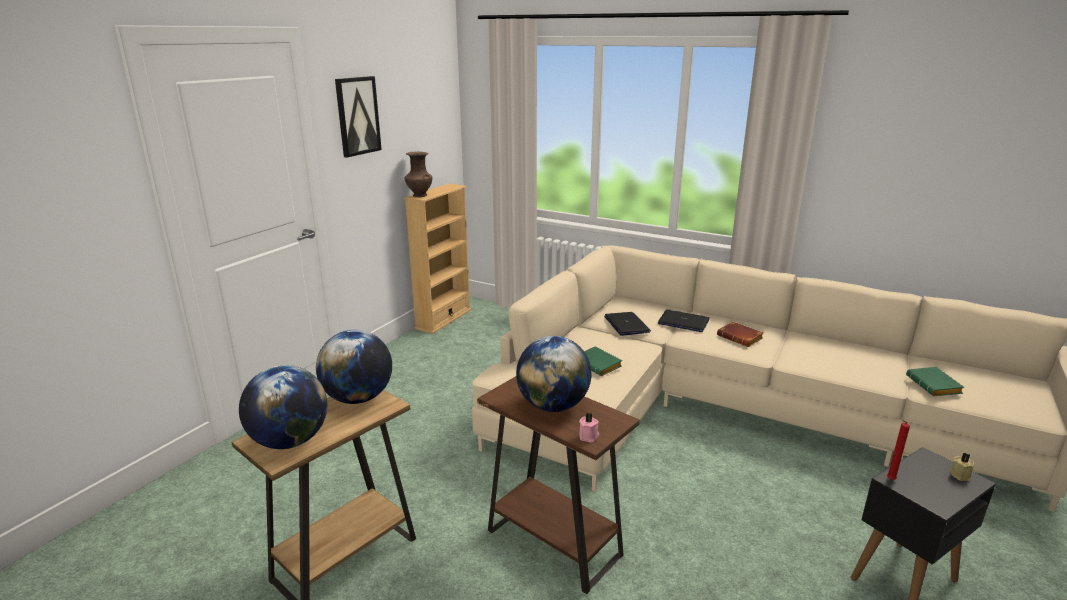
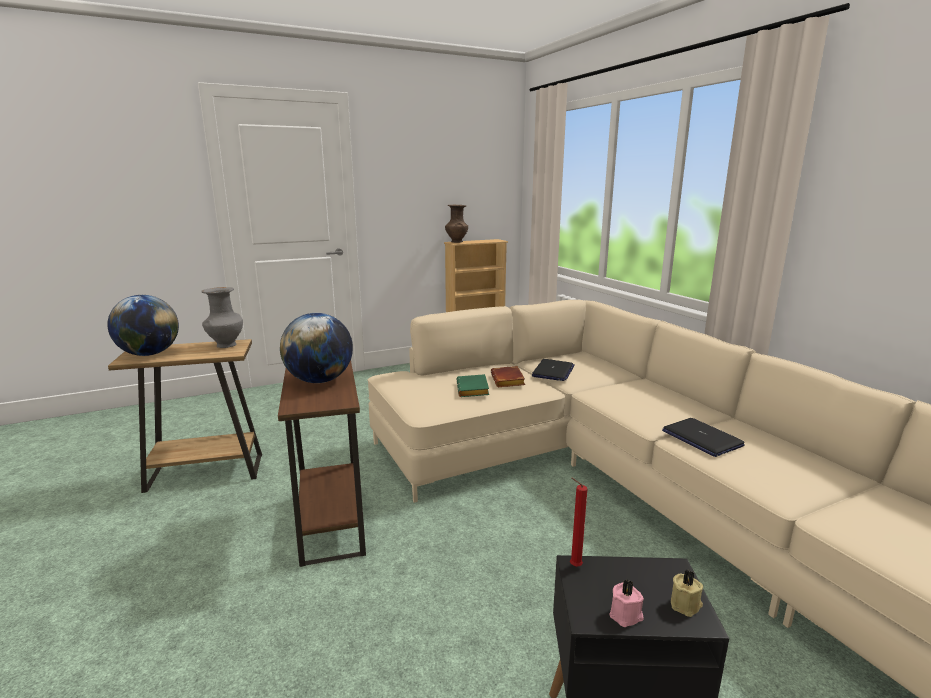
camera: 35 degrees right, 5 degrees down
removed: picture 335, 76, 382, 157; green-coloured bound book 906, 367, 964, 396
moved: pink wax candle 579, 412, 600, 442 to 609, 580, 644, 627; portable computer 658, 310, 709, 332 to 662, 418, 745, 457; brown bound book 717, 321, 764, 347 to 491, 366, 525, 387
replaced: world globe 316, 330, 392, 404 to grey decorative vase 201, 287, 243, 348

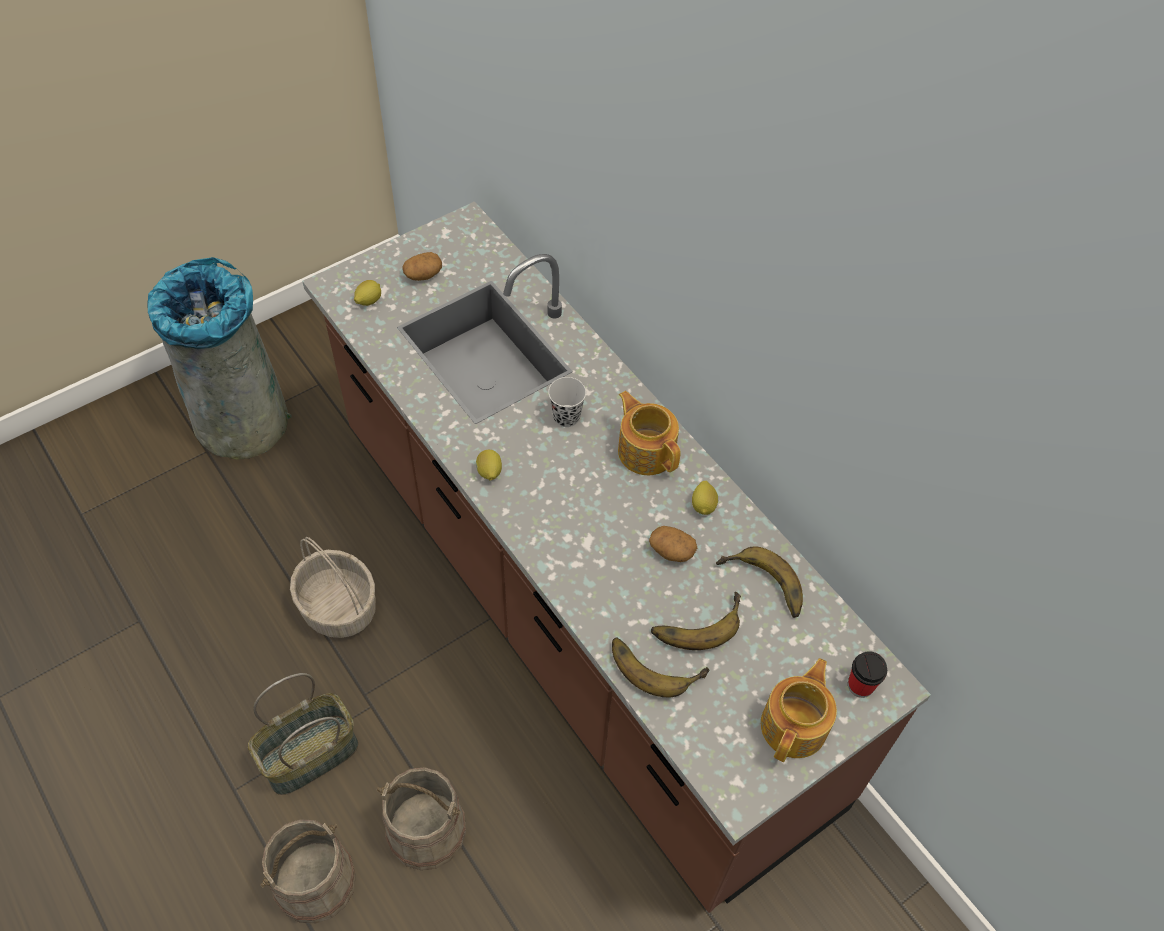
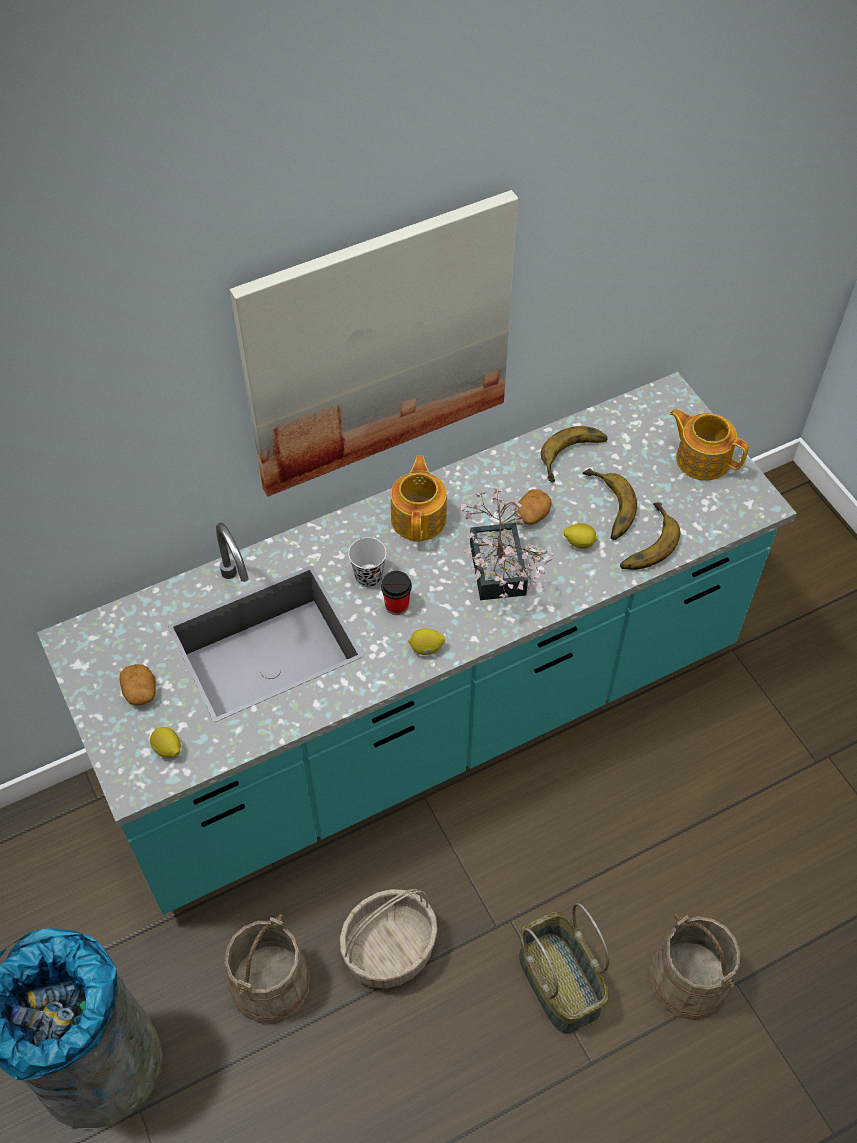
camera: 80 degrees left, 0 degrees up
added: picture 230, 190, 518, 497; plant in a pot 460, 486, 553, 600
moved: sand-coloured bucket 377, 767, 466, 870 to 225, 914, 310, 1024; lemon 692, 481, 718, 515 to 564, 523, 598, 549; cup 848, 651, 887, 698 to 381, 571, 412, 615
recoloured: brown counter 302, 201, 931, 913 to blue-green counter 37, 372, 797, 915
turned: tea pot 618, 391, 681, 475 = 391, 455, 447, 542 120 degrees clockwise

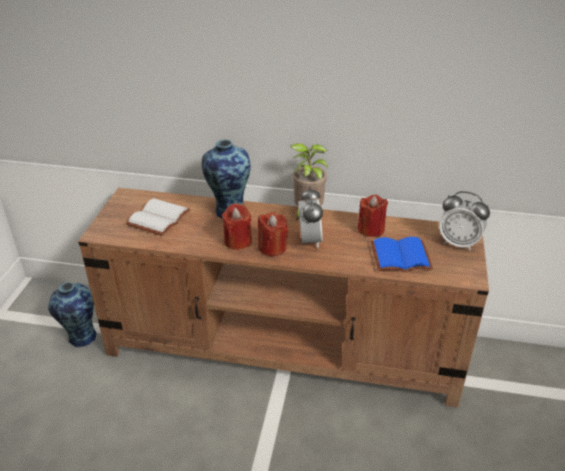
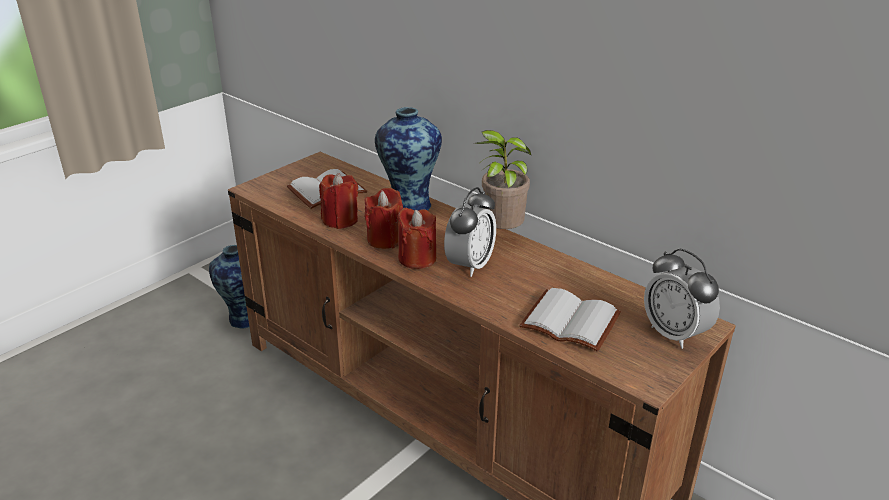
camera: 30 degrees right, 5 degrees down
moved: reddish wax candle 358, 194, 388, 237 to 319, 173, 358, 229
recoloured: blue-coloured bound book 371, 237, 433, 272 to whitish bound book 519, 288, 621, 352

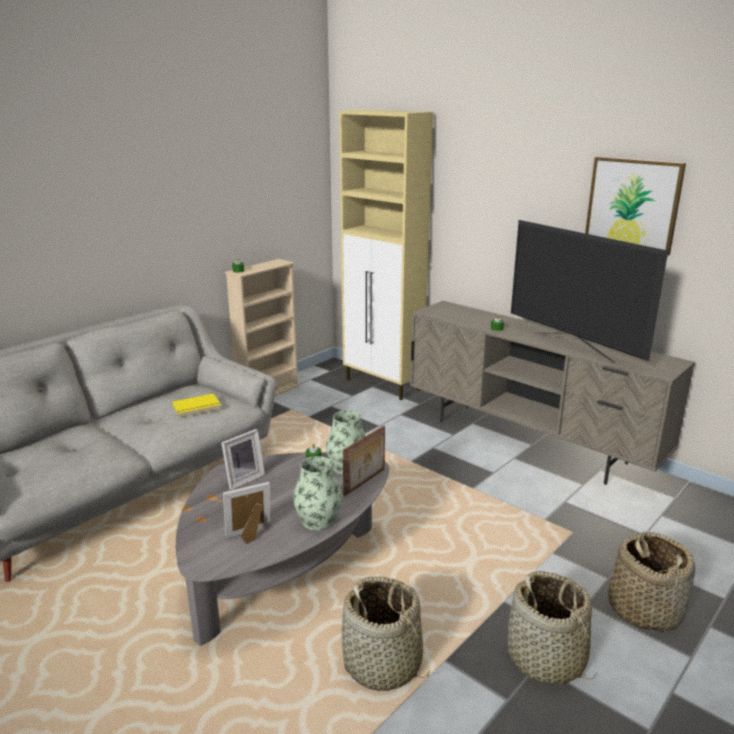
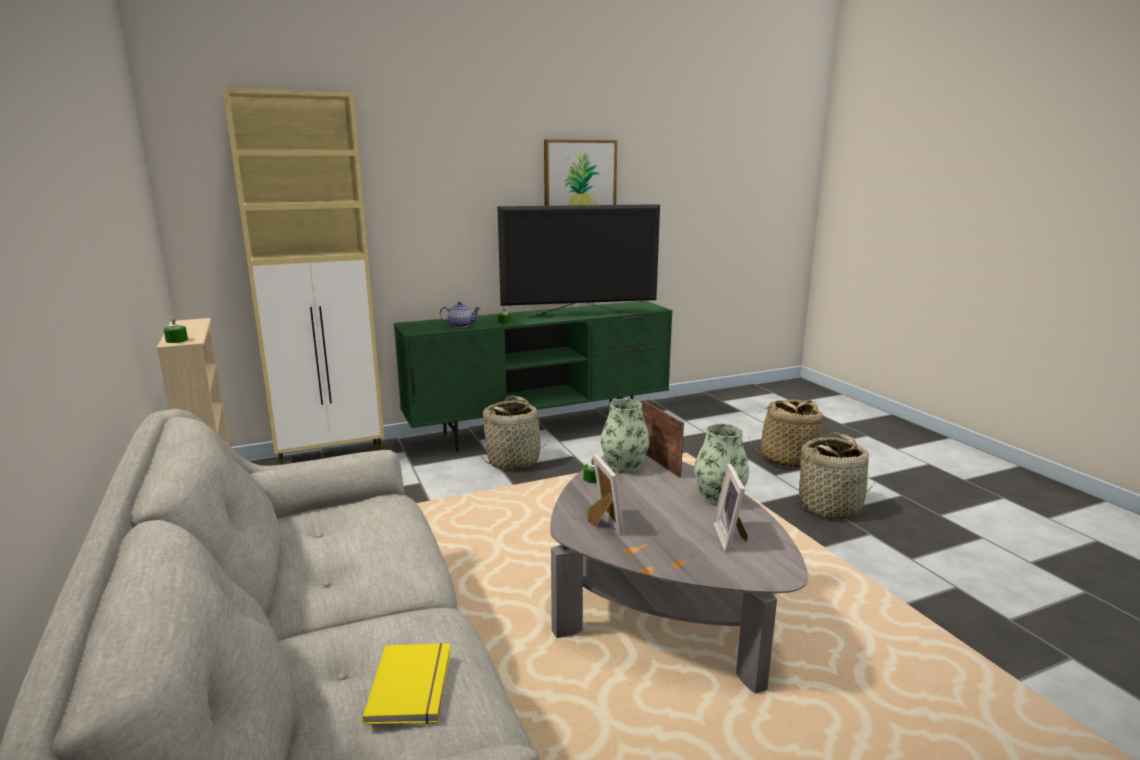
camera: 65 degrees left, 5 degrees down
added: tea pot 440, 302, 480, 328
moved: yellowish bound book 172, 394, 222, 417 to 362, 643, 451, 725; basket 342, 576, 430, 691 to 481, 395, 551, 470
recoloured: sand-coloured tv stand 410, 301, 695, 485 to green-coloured tv stand 393, 301, 673, 452

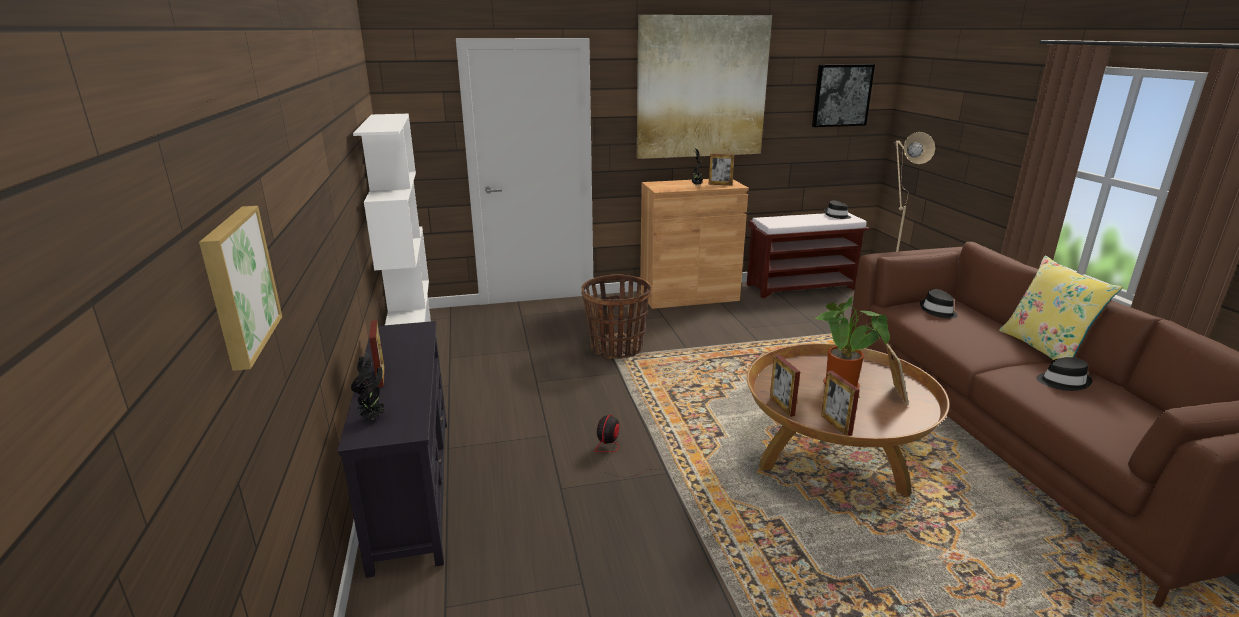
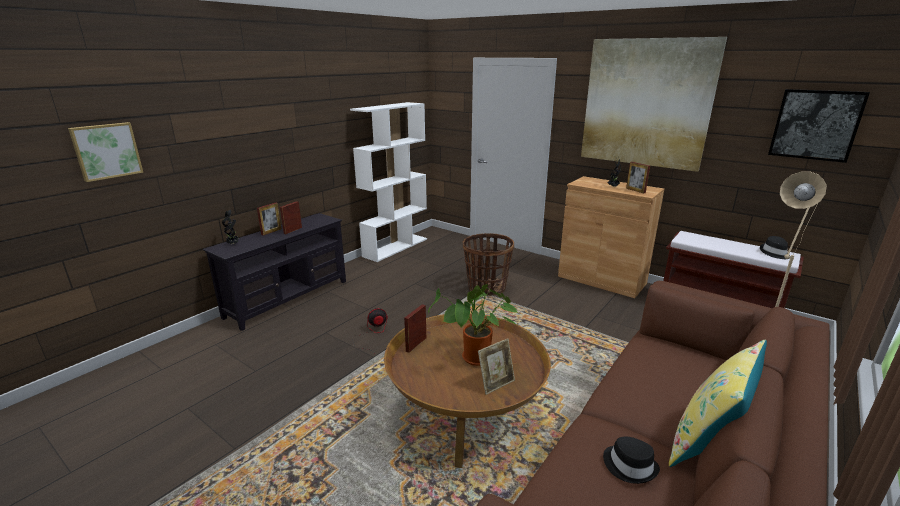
camera: 50 degrees right, 0 degrees up
removed: black clothing hat 920, 289, 958, 319
moved: photo frame 821, 371, 860, 436 to 280, 201, 302, 234

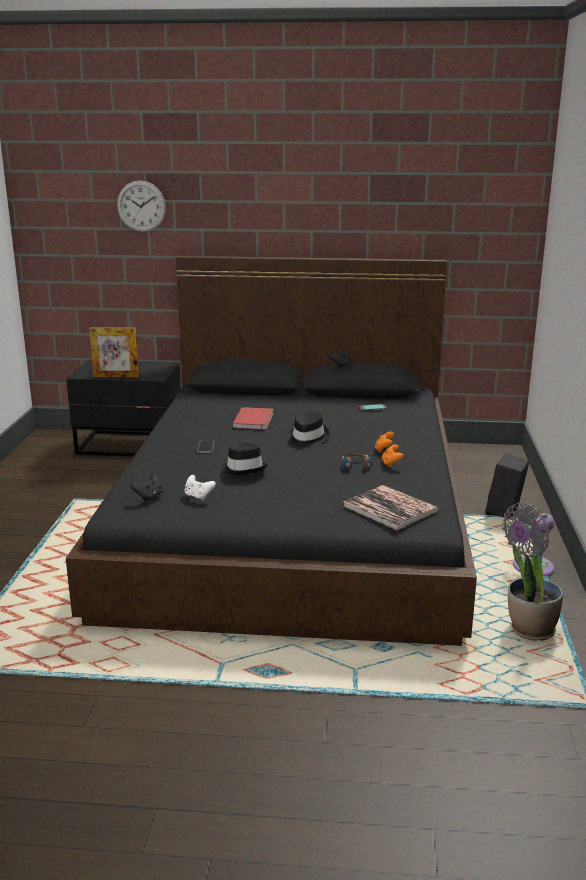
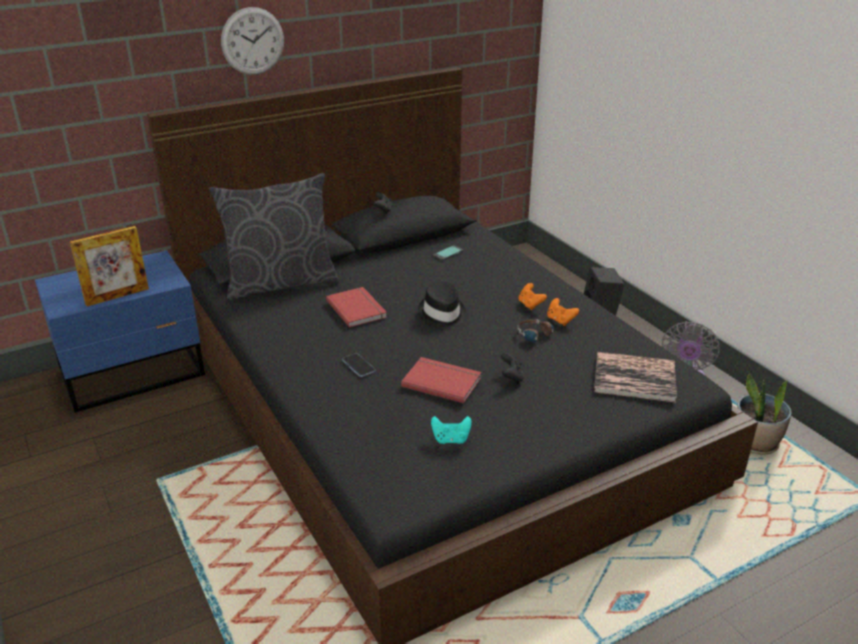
camera: 35 degrees left, 10 degrees up
added: grey throw pillow 209, 173, 339, 301
moved: clock on the wall 117, 180, 166, 232 to 221, 7, 284, 75; black joypad 131, 474, 163, 501 to 501, 353, 524, 384
replaced: black clothing hat 221, 443, 268, 475 to reddish bound book 401, 357, 482, 403
recoloured: black night table 66, 360, 181, 457 to blue-coloured night table 35, 250, 205, 413; whitish joypad 184, 475, 216, 501 to blue-green joypad 431, 416, 472, 444

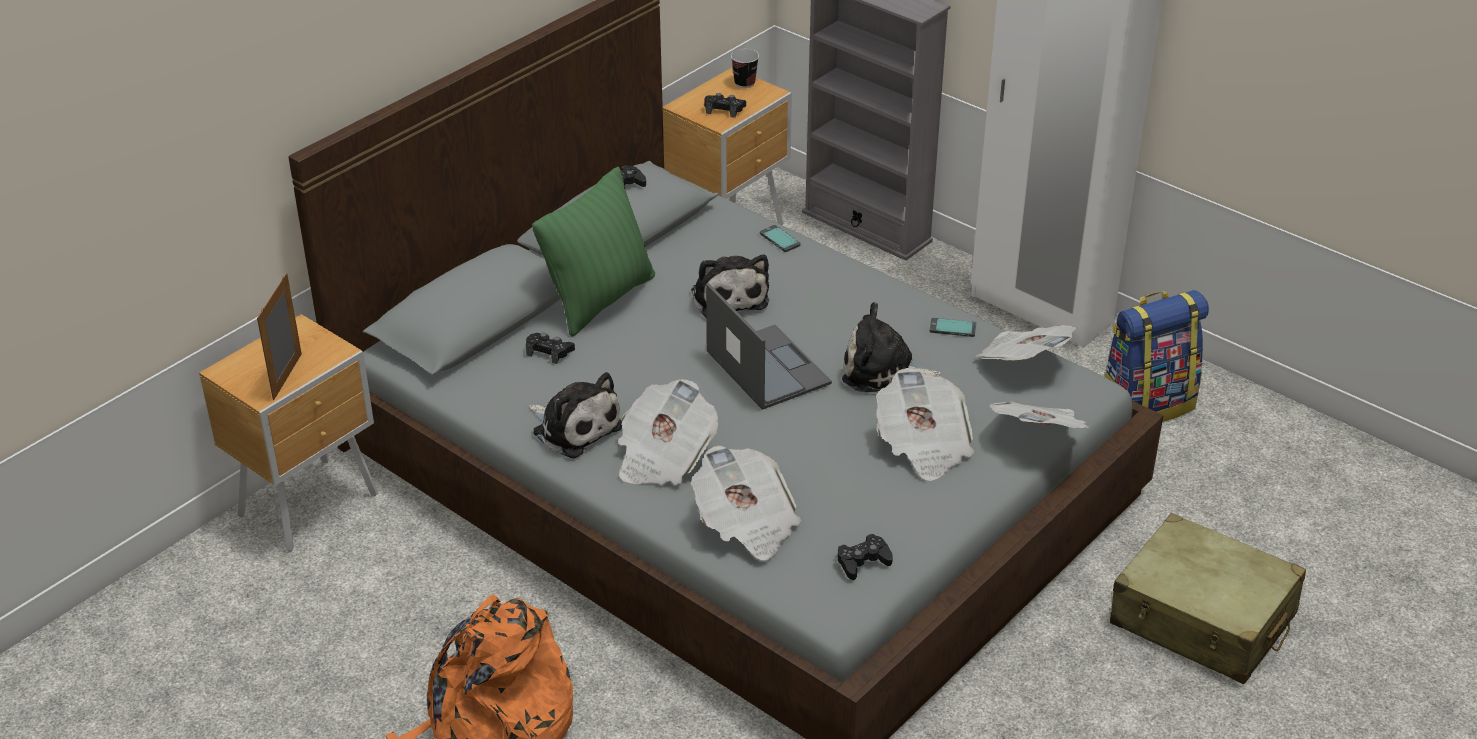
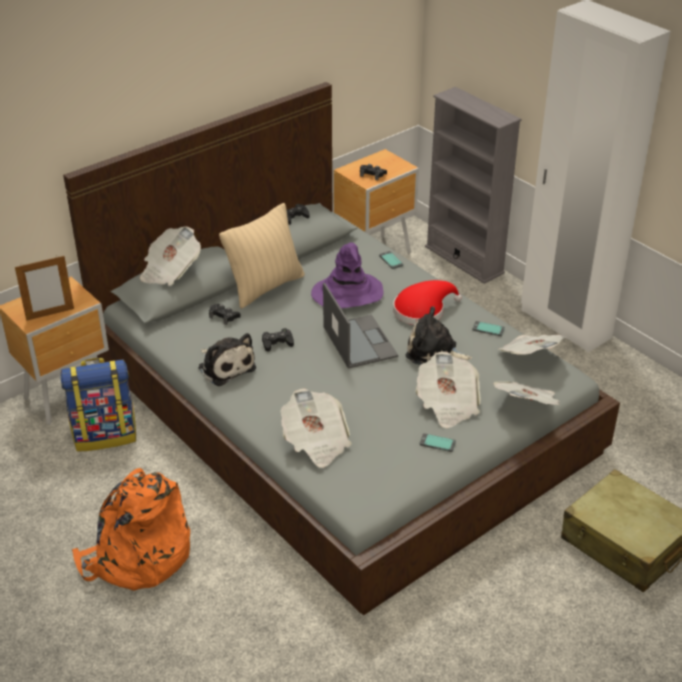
camera: 10 degrees right, 0 degrees up
removed: cup 731, 49, 759, 88
added: reddish clothing hat 393, 280, 462, 325; phone 420, 433, 456, 452
moved: printed paper 618, 379, 718, 485 to 140, 226, 201, 286; black joypad 838, 534, 893, 580 to 262, 328, 294, 352; knapsack 1105, 290, 1209, 422 to 60, 358, 136, 452
replaced: cuddly toy 691, 254, 769, 318 to purple-coloured clothing hat 311, 242, 383, 308
recoloured: green-coloured throw pillow 532, 167, 655, 337 to sand-coloured throw pillow 219, 203, 305, 309
turned: photo frame 257, 273, 302, 400 = 15, 255, 74, 321 135 degrees counterclockwise

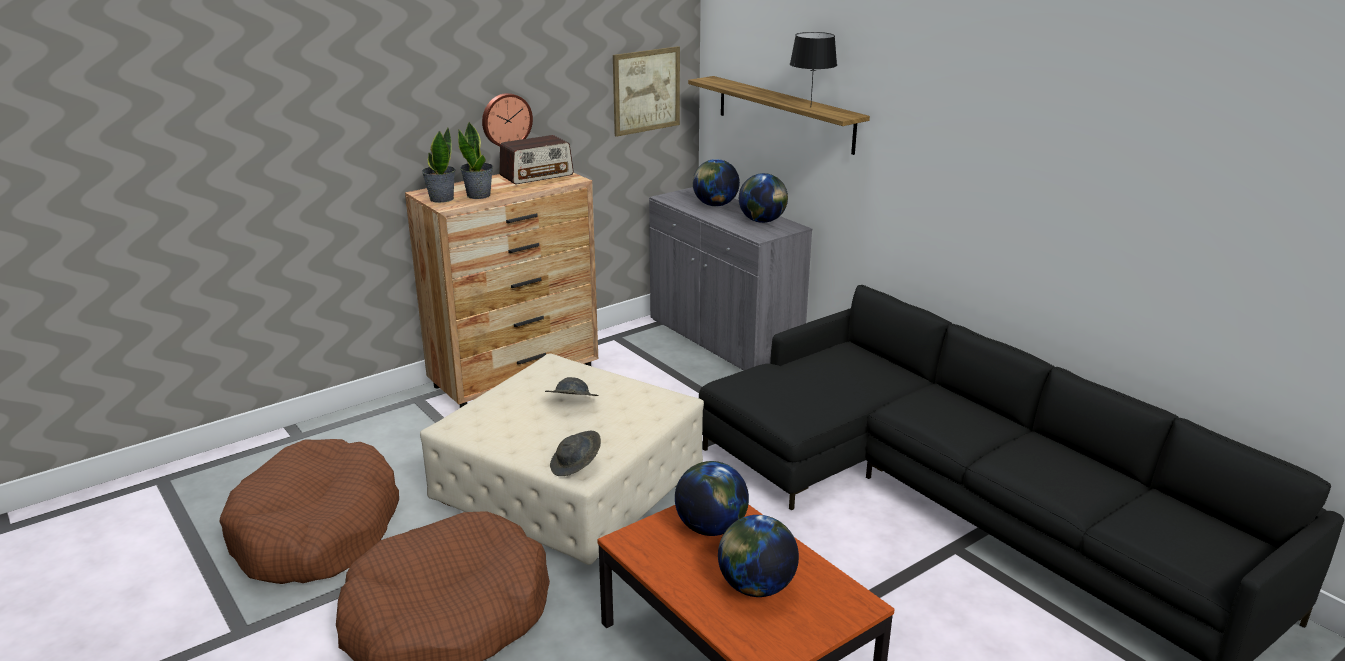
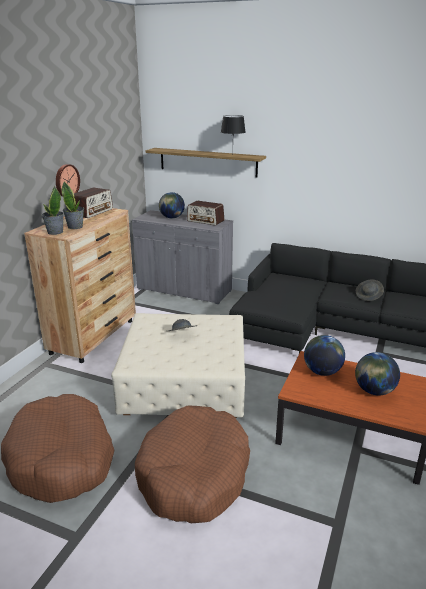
camera: 30 degrees left, 0 degrees up
removed: picture 613, 46, 680, 137
moved: grey clothing hat 550, 431, 601, 476 to 356, 279, 384, 301
replaced: world globe 739, 173, 788, 223 to radio set 187, 201, 225, 226

